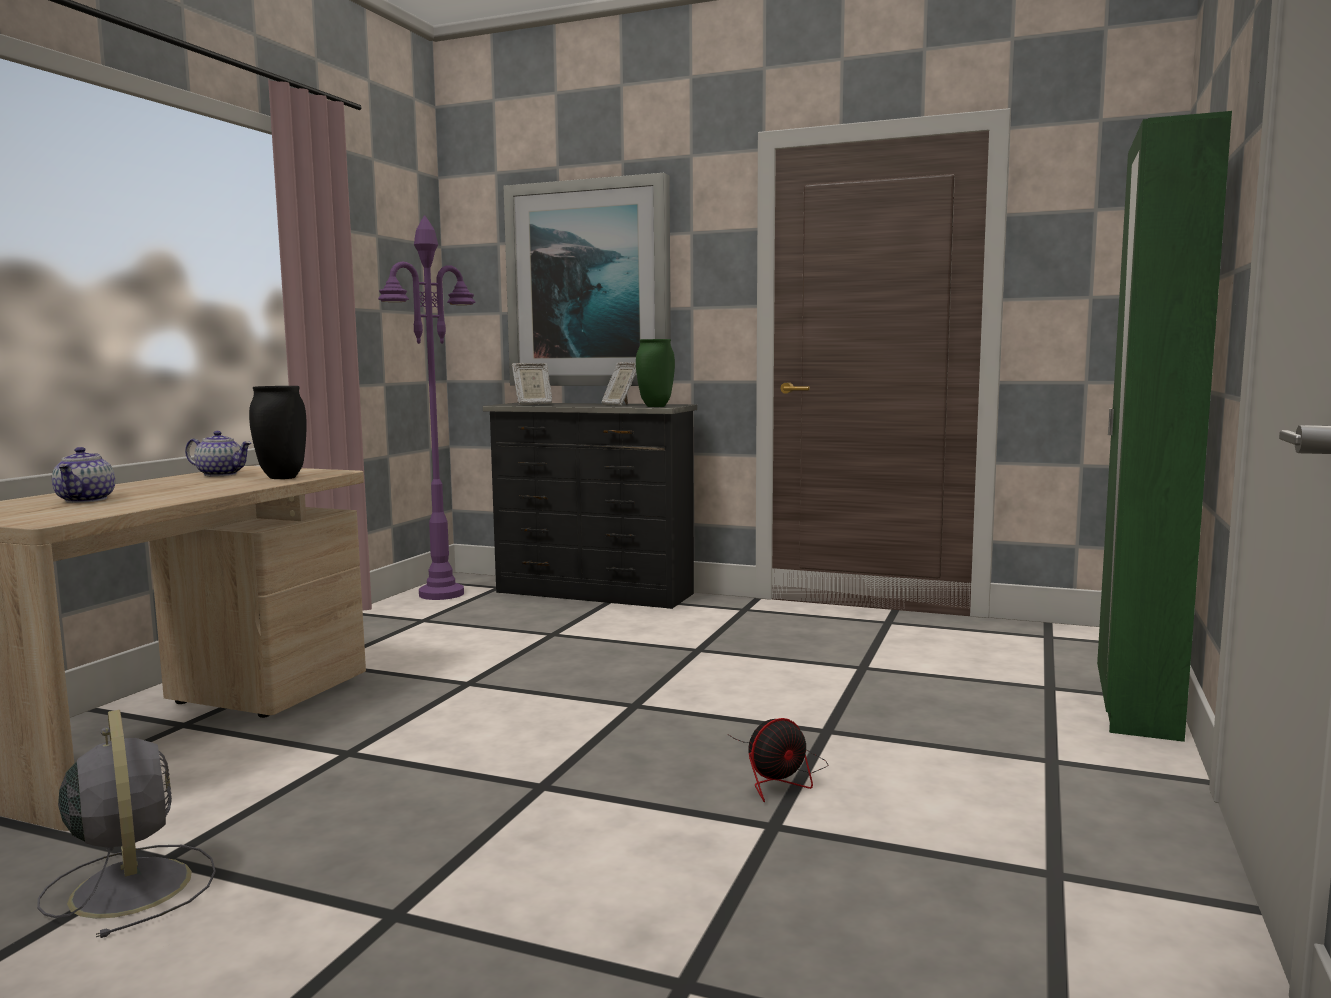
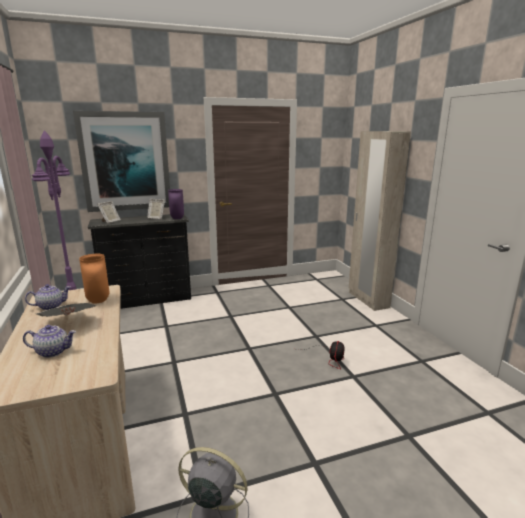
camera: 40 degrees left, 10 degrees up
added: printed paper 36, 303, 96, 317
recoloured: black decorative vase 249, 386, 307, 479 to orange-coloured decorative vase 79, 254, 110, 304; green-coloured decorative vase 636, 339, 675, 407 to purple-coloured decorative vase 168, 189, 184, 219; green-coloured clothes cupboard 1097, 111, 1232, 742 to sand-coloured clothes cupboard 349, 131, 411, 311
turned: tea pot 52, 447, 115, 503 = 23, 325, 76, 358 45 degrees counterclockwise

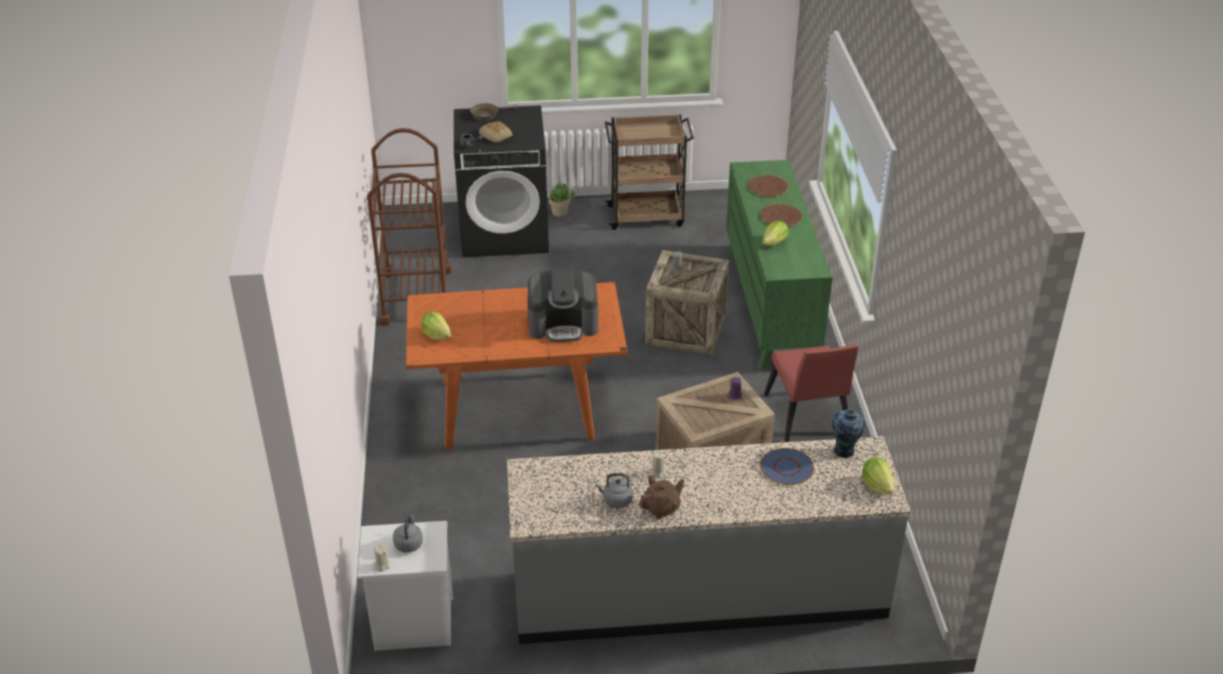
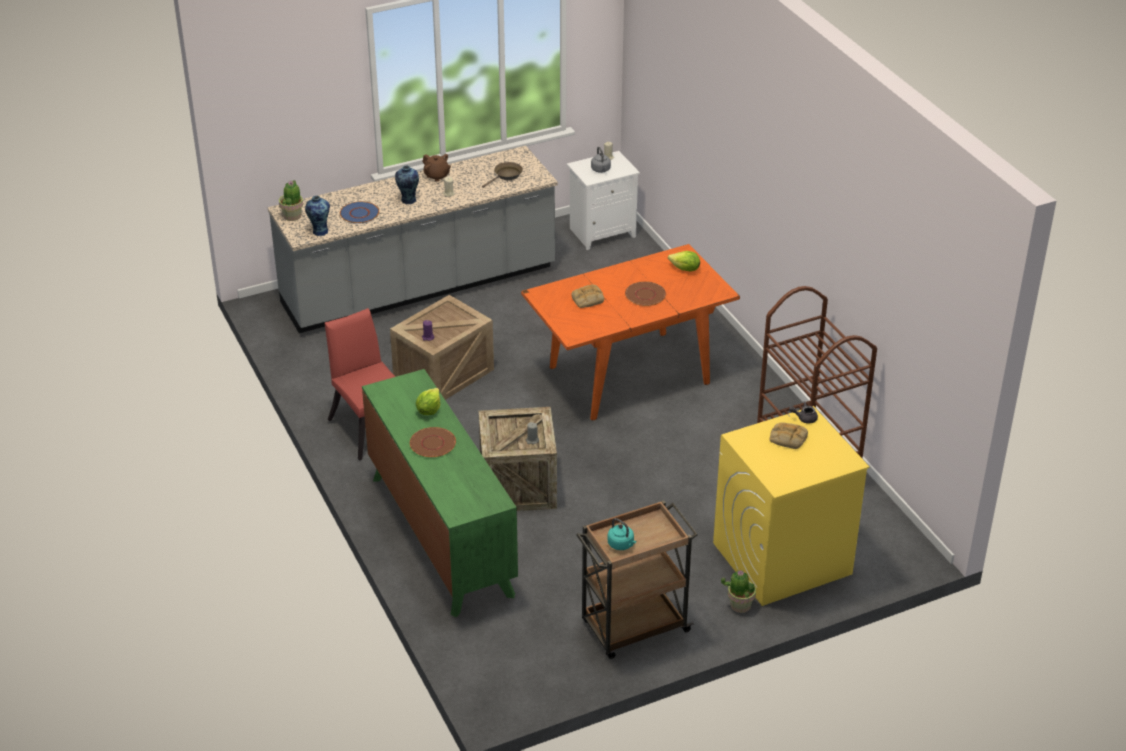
camera: 160 degrees right, 0 degrees up
removed: grey kettle 595, 473, 633, 508
added: decorative vase 395, 166, 419, 204; blue-green kettle 607, 518, 636, 550
moved: brown frying pan 470, 103, 518, 121 to 482, 162, 523, 188; brown plate 748, 175, 789, 197 to 625, 281, 666, 306
replaced: coffee machine 527, 268, 599, 342 to bread 571, 285, 604, 308; head of lettuce 862, 458, 894, 495 to plant in a pot 279, 180, 303, 221
recoloured: black laundry appliance 454, 105, 549, 257 to yellowish laundry appliance 713, 406, 869, 606
turned: brown tea pot 639, 475, 685, 519 = 422, 154, 451, 181 90 degrees counterclockwise

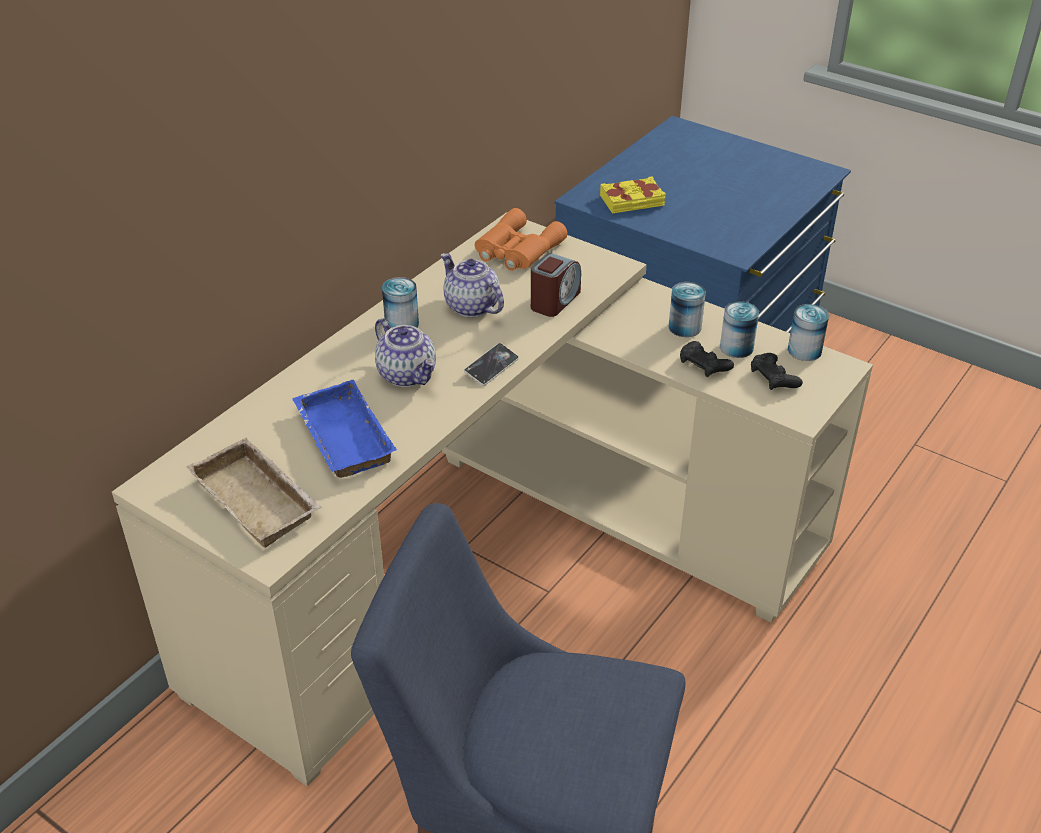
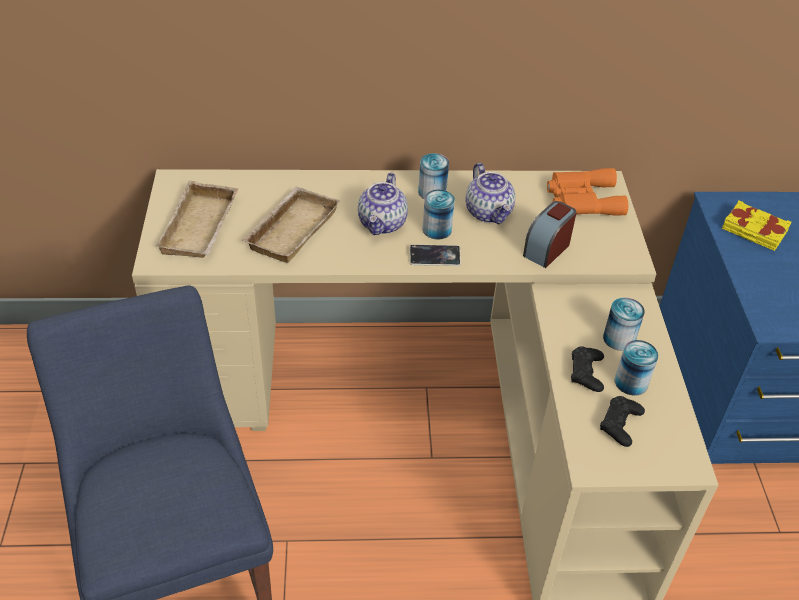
camera: 50 degrees right, 5 degrees up
moved: sealed can 788, 304, 829, 361 to 422, 190, 455, 240
recoloured: blue-coloured carrying tray 292, 380, 397, 478 to sand-coloured carrying tray 242, 186, 340, 263
turned: tea pot 441, 253, 504, 317 = 466, 163, 515, 224 150 degrees clockwise; bedside clock 531, 253, 581, 317 = 523, 201, 577, 268 135 degrees clockwise

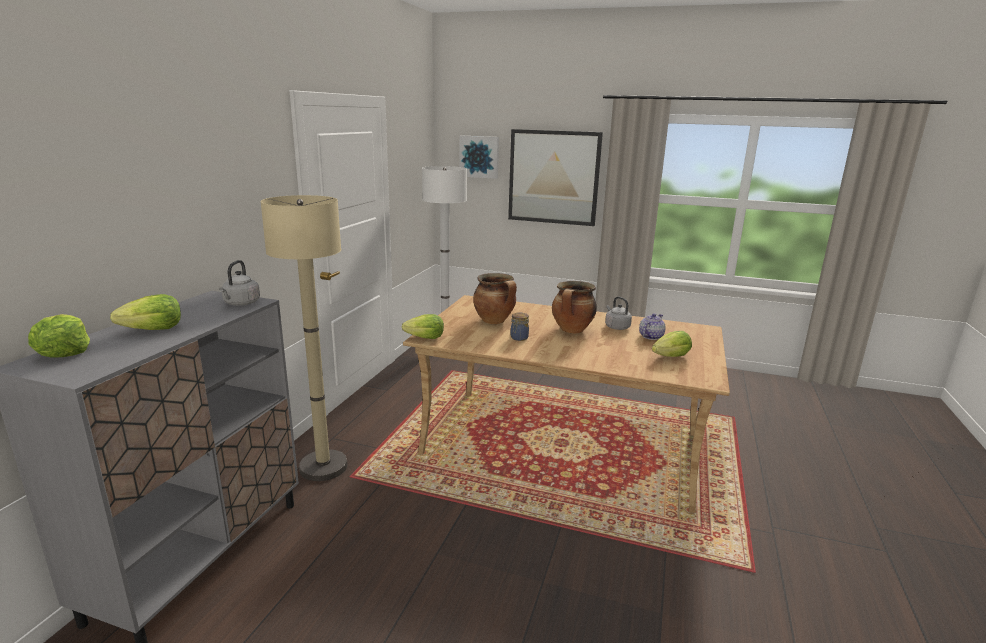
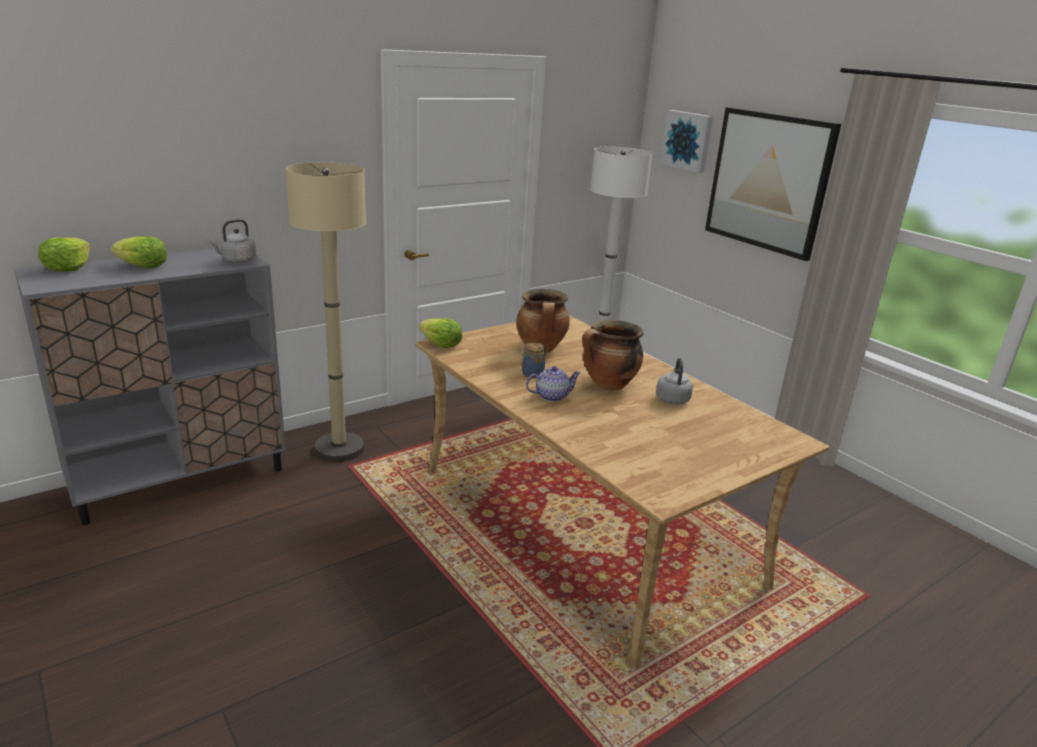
camera: 35 degrees right, 5 degrees up
removed: head of lettuce 652, 331, 692, 357
moved: tea pot 639, 313, 666, 340 to 526, 366, 581, 402

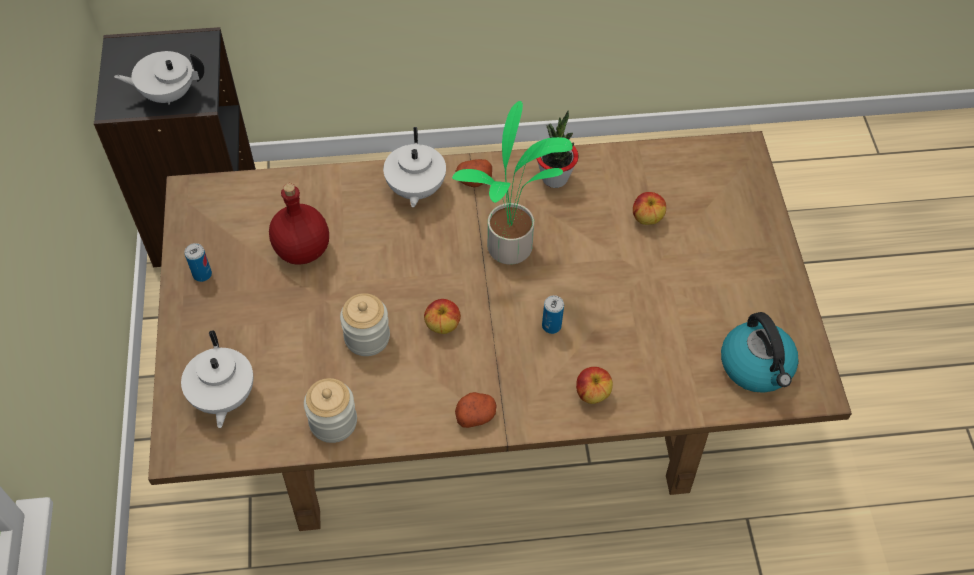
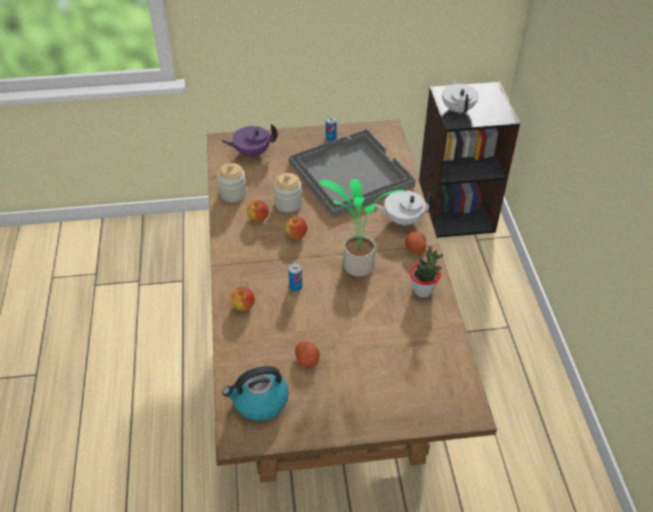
camera: 90 degrees right, 10 degrees down
moved: spud 455, 392, 497, 428 to 295, 341, 320, 368; apple fruit 633, 192, 666, 225 to 247, 200, 269, 222
replaced: reddish drink bottle 269, 183, 329, 265 to grey carrying tray 289, 129, 416, 218
recoloured: whitish tea pot 181, 330, 253, 428 to purple-coloured tea pot 222, 124, 278, 158

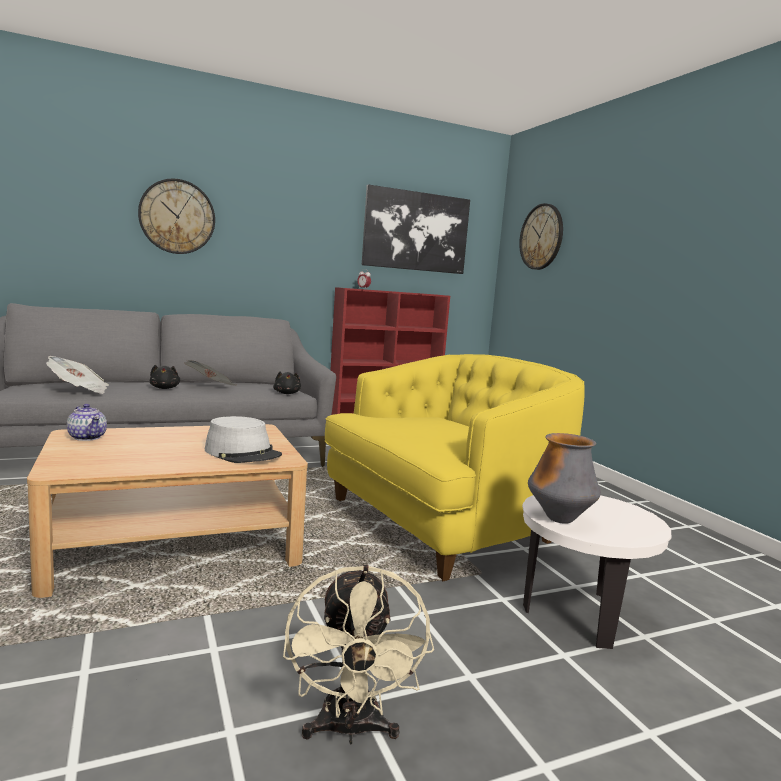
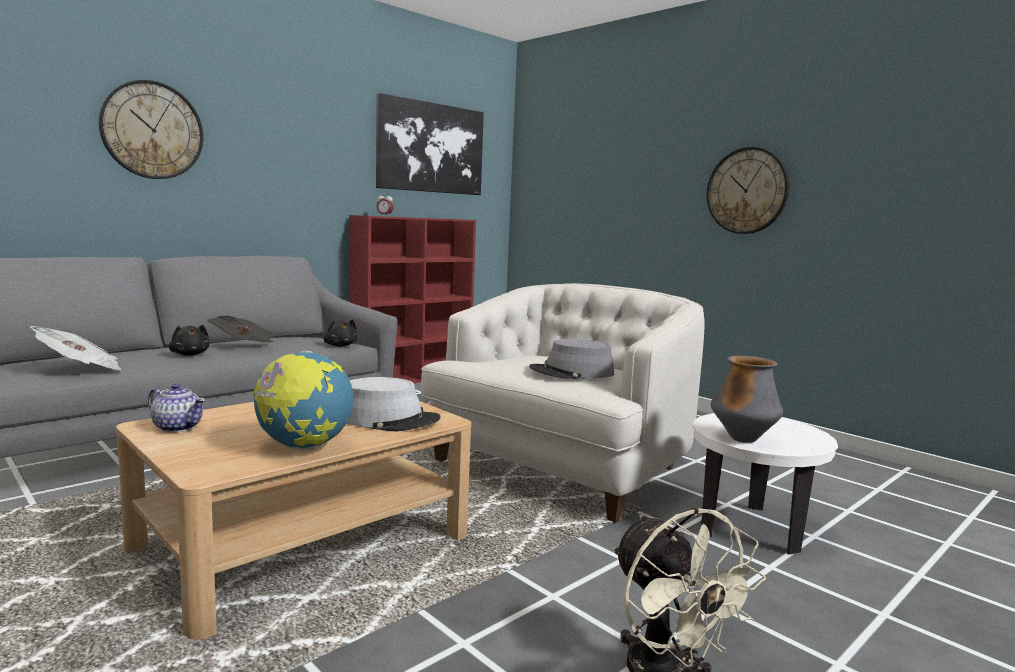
camera: 20 degrees left, 0 degrees up
added: world globe 253, 350, 354, 450; grey clothing hat 529, 339, 614, 379
moved: clock on the wall 519, 203, 563, 270 to 707, 147, 790, 234
recoloured: yellowish easy chair 325, 354, 585, 581 to whitish easy chair 421, 283, 704, 524

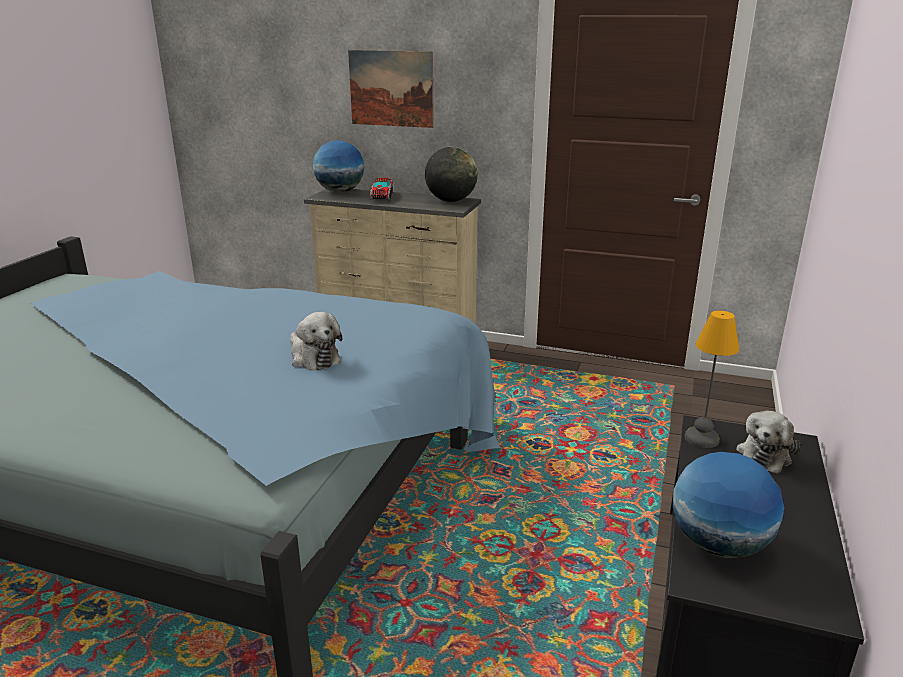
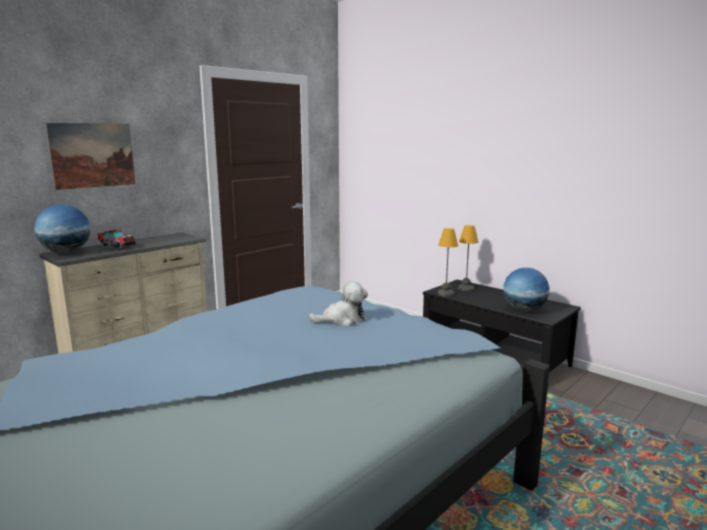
camera: 65 degrees left, 10 degrees down
removed: world globe 425, 147, 478, 202
replaced: cuddly toy 736, 411, 800, 473 to lamp for a table 458, 225, 478, 291

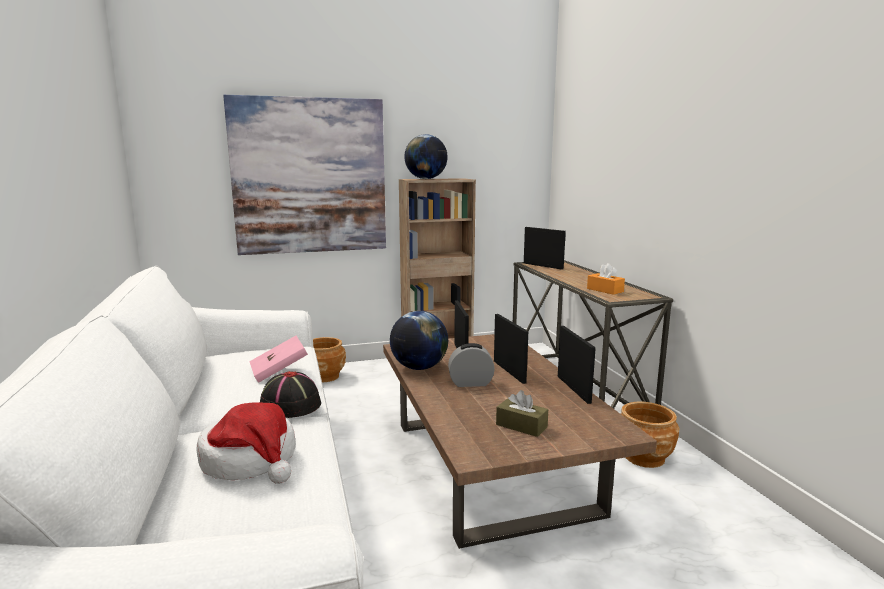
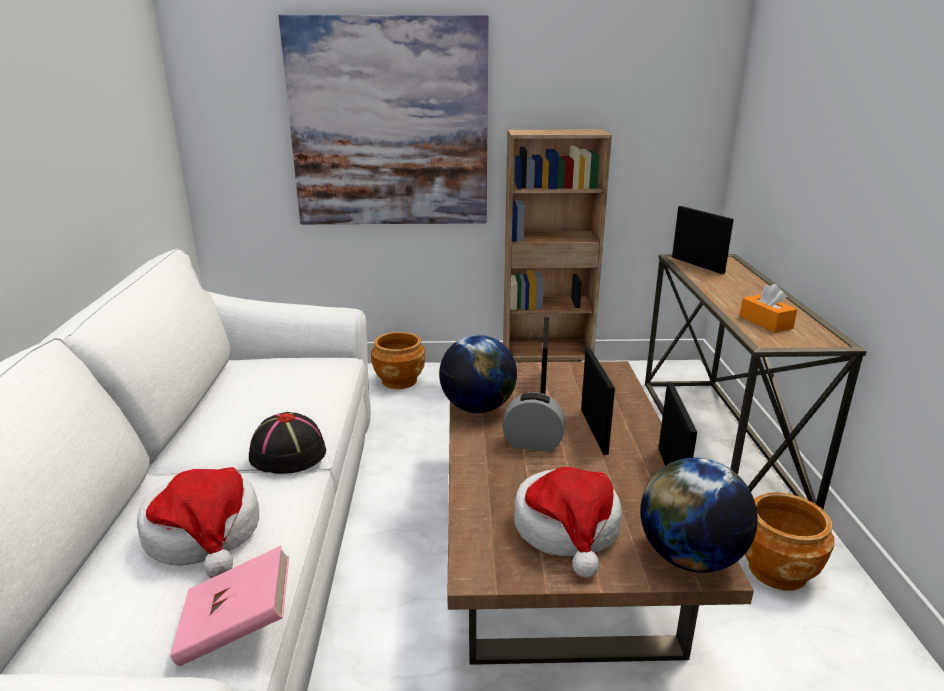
camera: 15 degrees right, 10 degrees up
moved: pink bound book 249, 336, 308, 383 to 170, 546, 289, 666; world globe 404, 134, 448, 179 to 640, 458, 758, 573
replaced: brown tissue holder 496, 390, 548, 437 to clothing hat 514, 467, 622, 578

